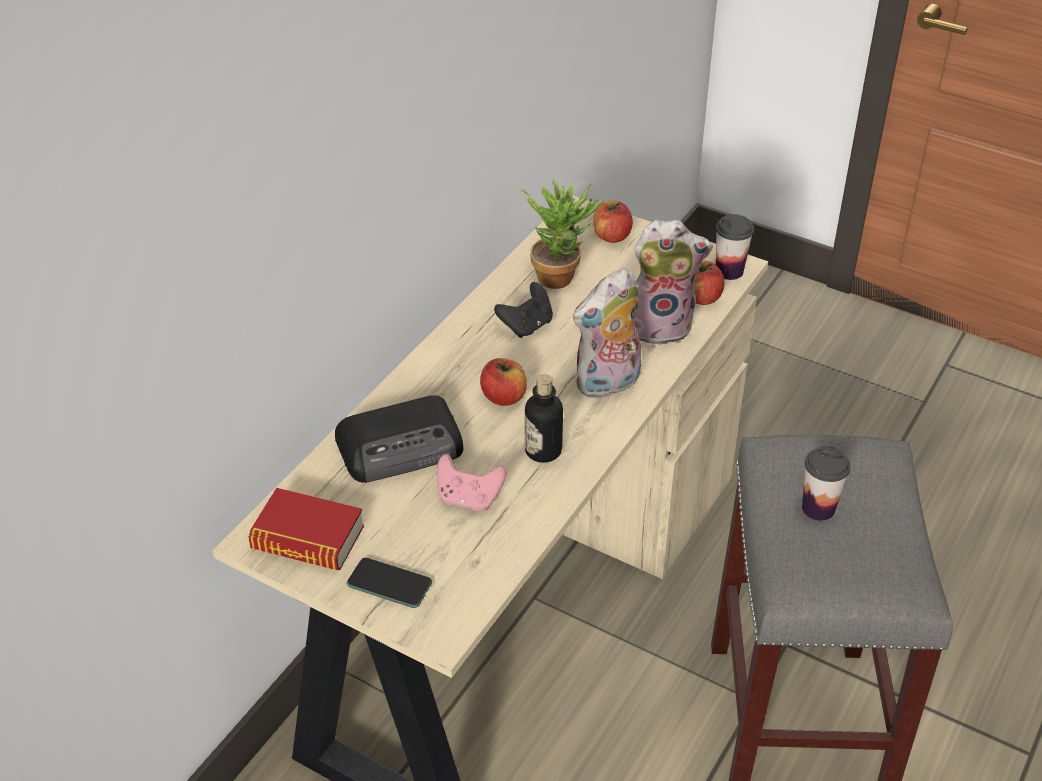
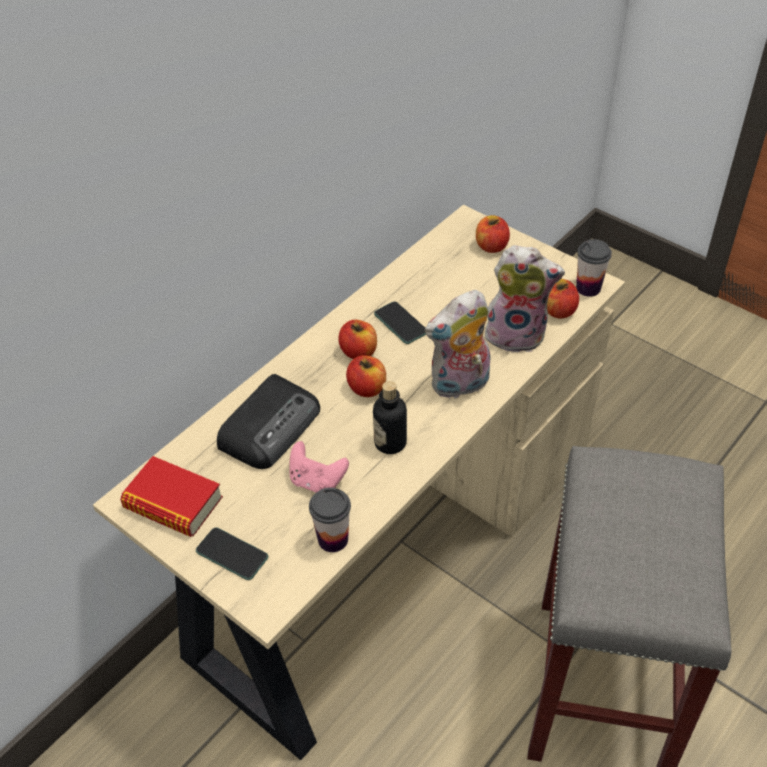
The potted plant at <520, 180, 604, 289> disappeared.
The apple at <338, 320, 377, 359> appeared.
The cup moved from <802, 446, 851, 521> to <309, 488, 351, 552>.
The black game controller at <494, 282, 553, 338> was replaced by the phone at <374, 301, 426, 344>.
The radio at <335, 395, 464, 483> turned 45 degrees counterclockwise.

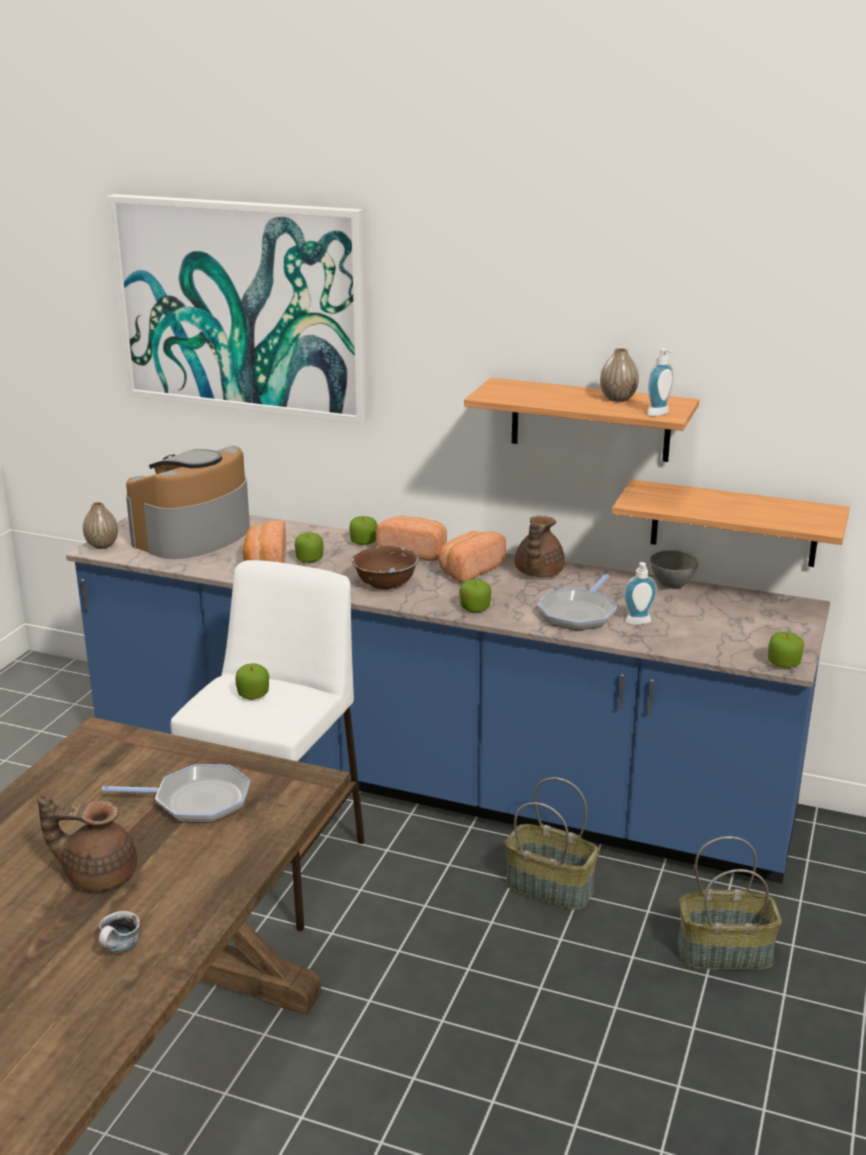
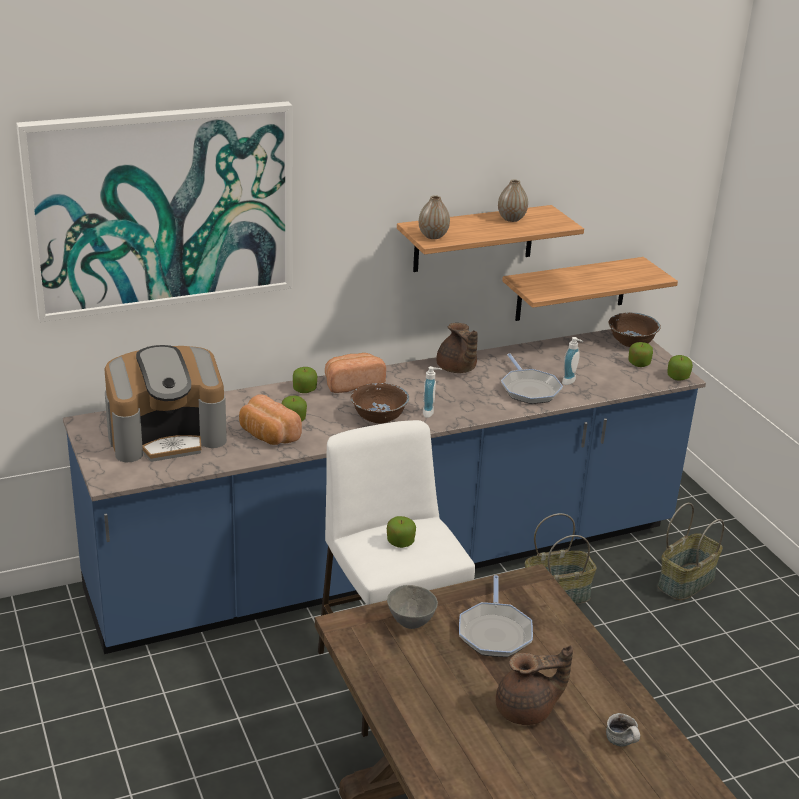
The bread at <439, 531, 506, 582> disappeared.
The brown bowl at <608, 312, 661, 347> appeared.
The vase moved from <83, 502, 118, 549> to <419, 195, 450, 239>.
The apple moved from <459, 579, 491, 613> to <629, 342, 653, 367>.
The soap dispenser moved from <647, 348, 674, 417> to <423, 366, 442, 418>.
The grey bowl moved from <650, 550, 698, 589> to <387, 585, 438, 629>.
The brown teapot at <37, 794, 137, 891> turned 150 degrees counterclockwise.
The frying pan at <102, 764, 250, 823> turned 135 degrees clockwise.
The coffee machine at <126, 446, 250, 559> turned 105 degrees counterclockwise.

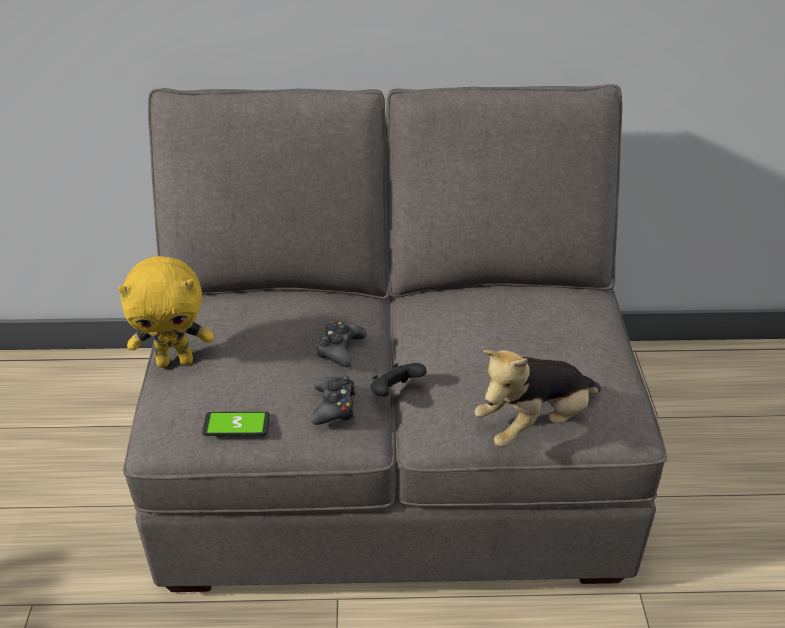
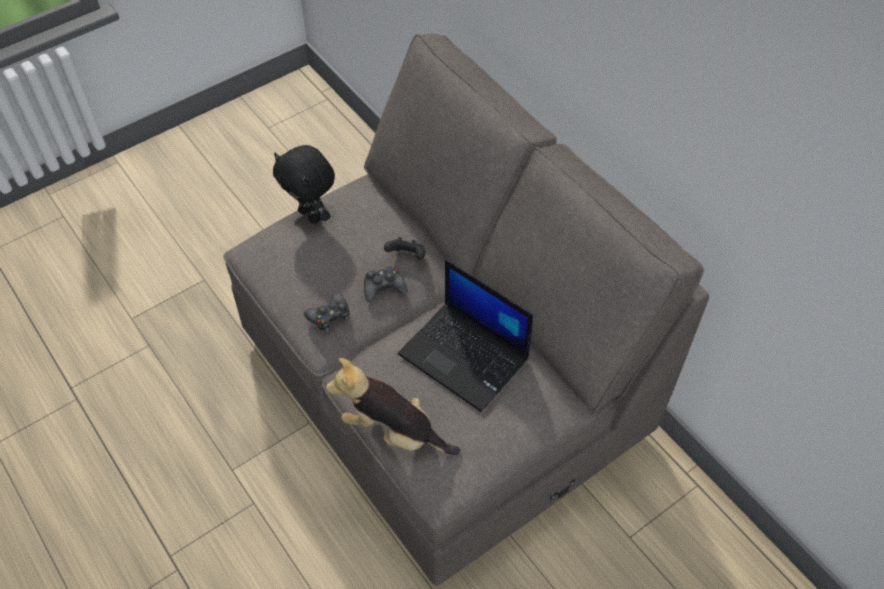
The phone at <202, 412, 270, 436> disappeared.
The laptop at <398, 260, 534, 412> appeared.
The black game controller moved from <370, 363, 427, 397> to <384, 237, 426, 260>.
The yellow plush toy at <118, 256, 214, 368> became the black plush toy at <273, 145, 335, 224>.

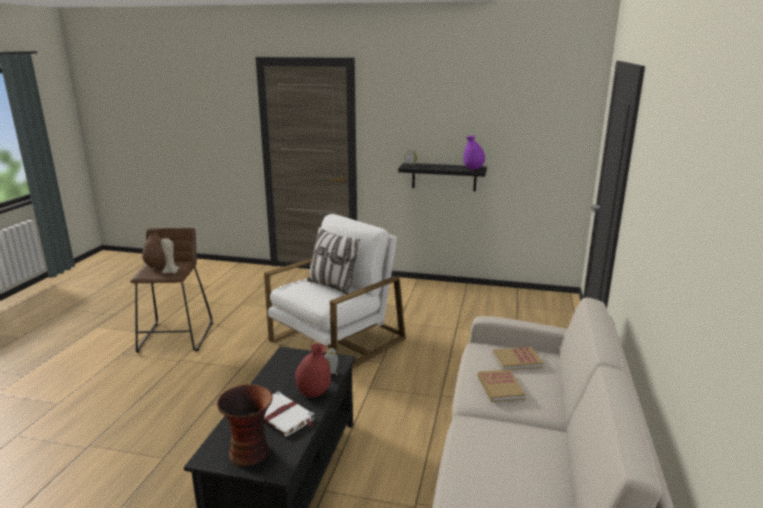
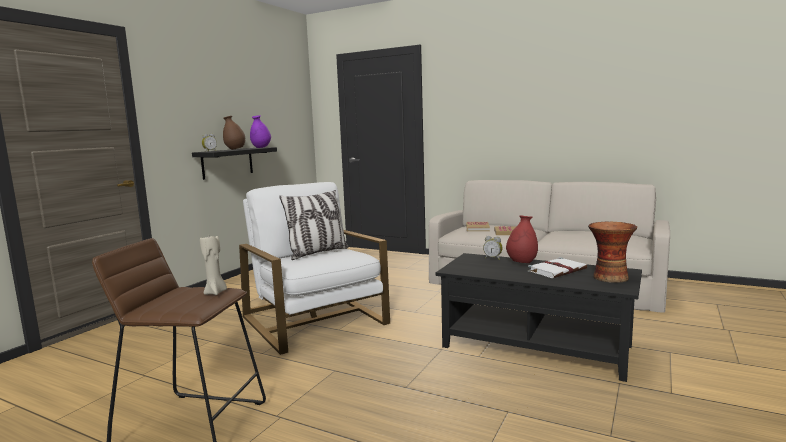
The brown vase moved from <142, 229, 166, 268> to <223, 116, 245, 150>.

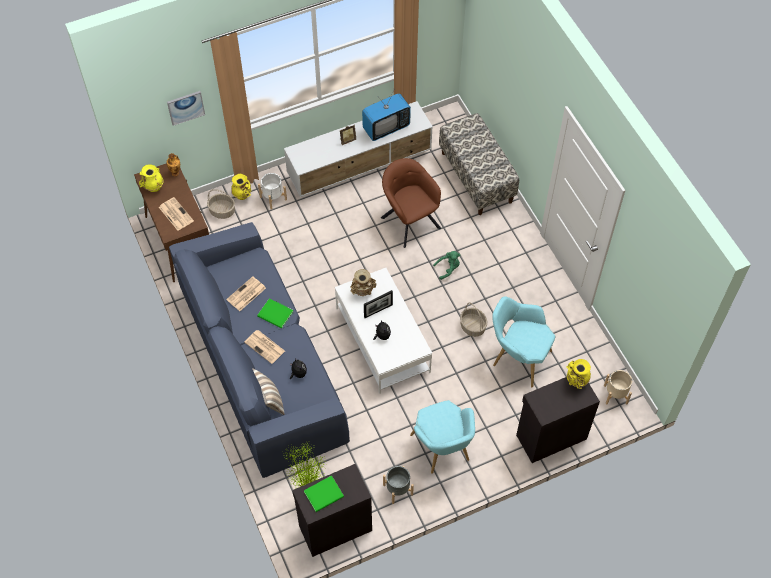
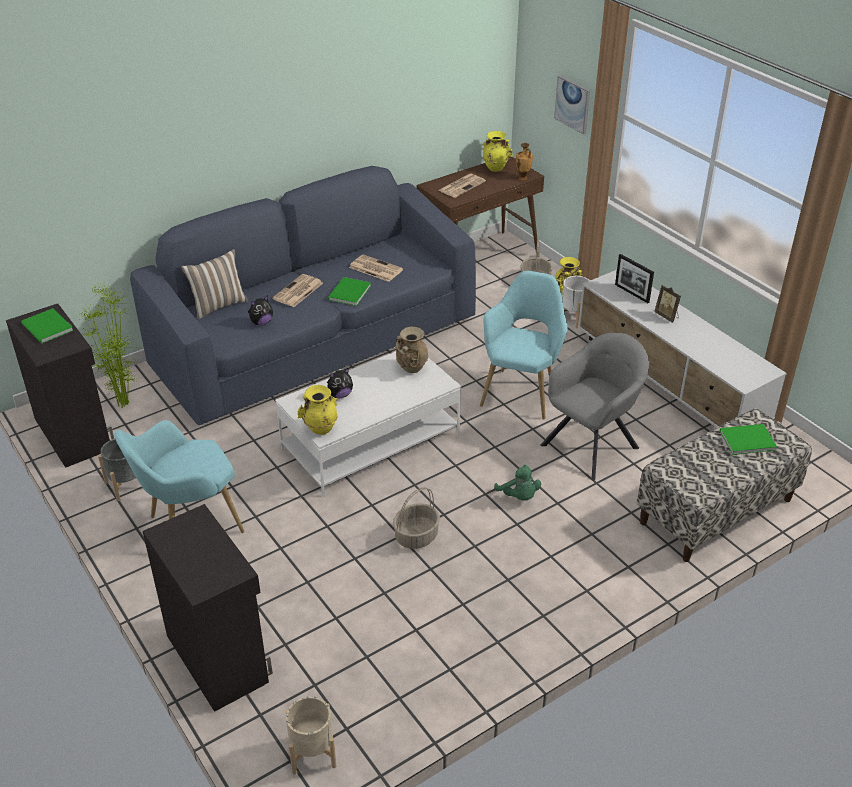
The television at <362, 91, 411, 141> disappeared.
The green book at <720, 424, 777, 455> appeared.
The picture frame moved from <364, 290, 393, 318> to <615, 254, 654, 303>.
The turquoise armchair moved from <492, 296, 555, 387> to <480, 271, 568, 420>.
The yellow vase moved from <566, 359, 591, 389> to <298, 385, 338, 435>.
The brown armchair at <381, 158, 441, 248> became the grey armchair at <540, 333, 649, 480>.

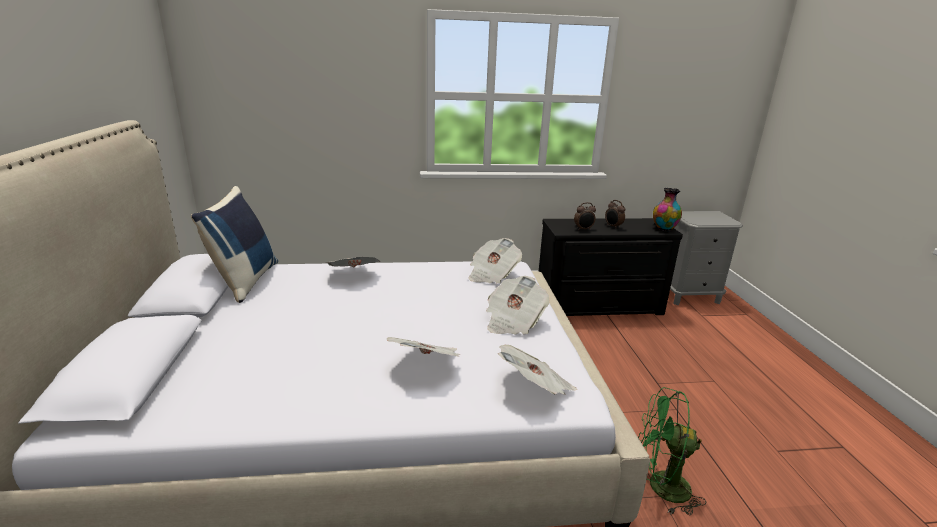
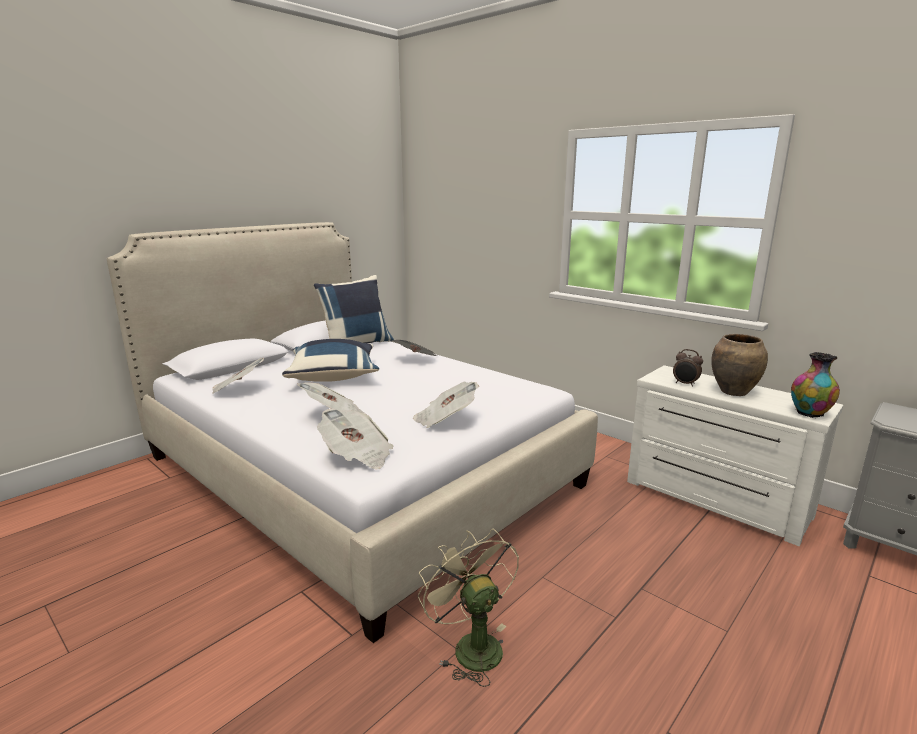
The blue pillow at <282, 339, 379, 382> appeared.
The newspaper moved from <469, 238, 522, 283> to <212, 358, 264, 393>.
The alarm clock at <605, 200, 625, 229> was replaced by the brown vase at <711, 334, 768, 396>.
The black dresser at <539, 218, 683, 316> became the white dresser at <627, 365, 843, 546>.
The green fan at <638, 387, 706, 516> became the beige fan at <418, 529, 519, 687>.

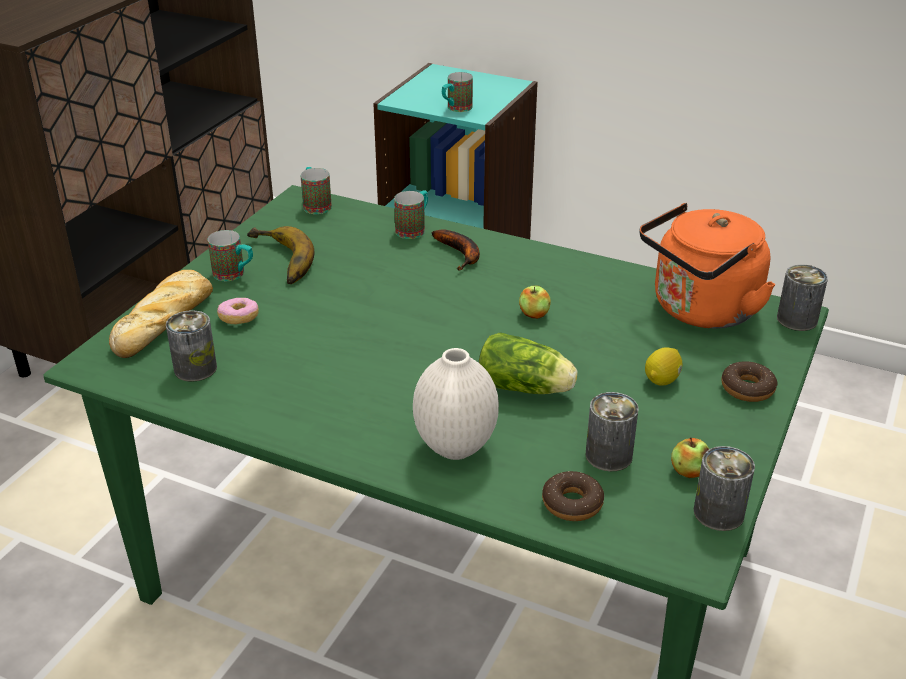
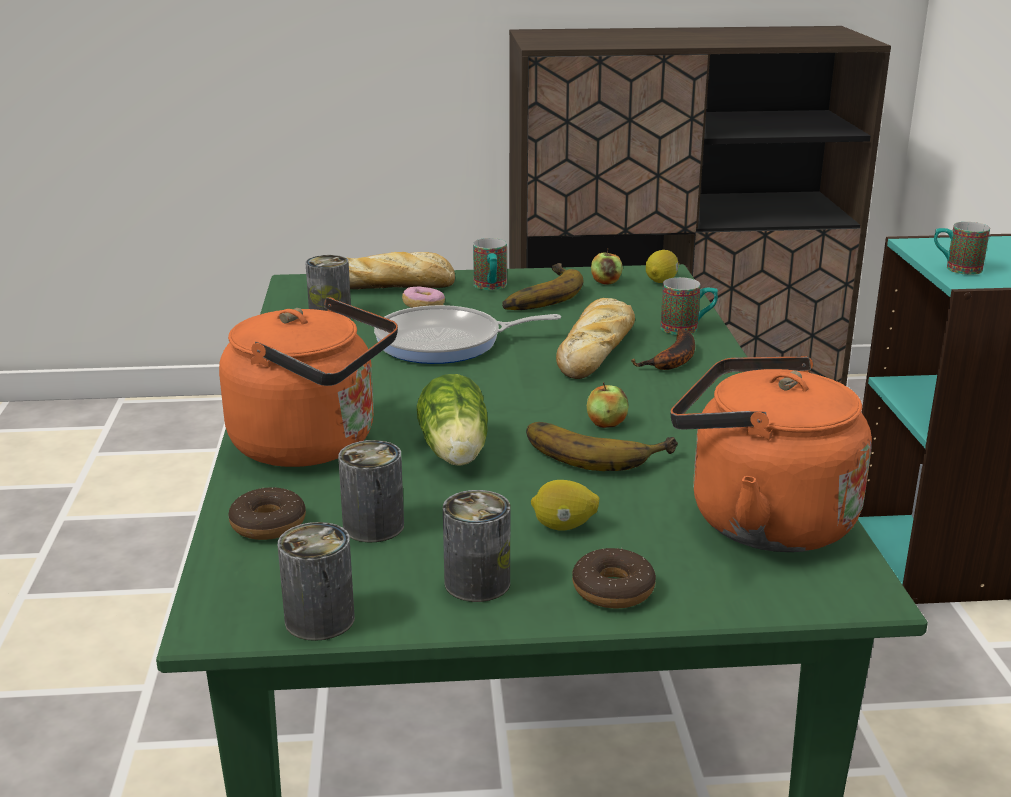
The frying pan at <374, 305, 561, 364> appeared.
The banana at <526, 422, 678, 471> appeared.
The bread at <556, 298, 635, 379> appeared.
The apple moved from <671, 437, 709, 478> to <591, 248, 623, 285>.
The can moved from <777, 265, 828, 331> to <443, 490, 510, 602>.
The mug at <300, 167, 332, 214> was replaced by the lemon at <646, 250, 679, 283>.
The white vase at <413, 348, 499, 460> was replaced by the orange kettle at <219, 297, 398, 467>.

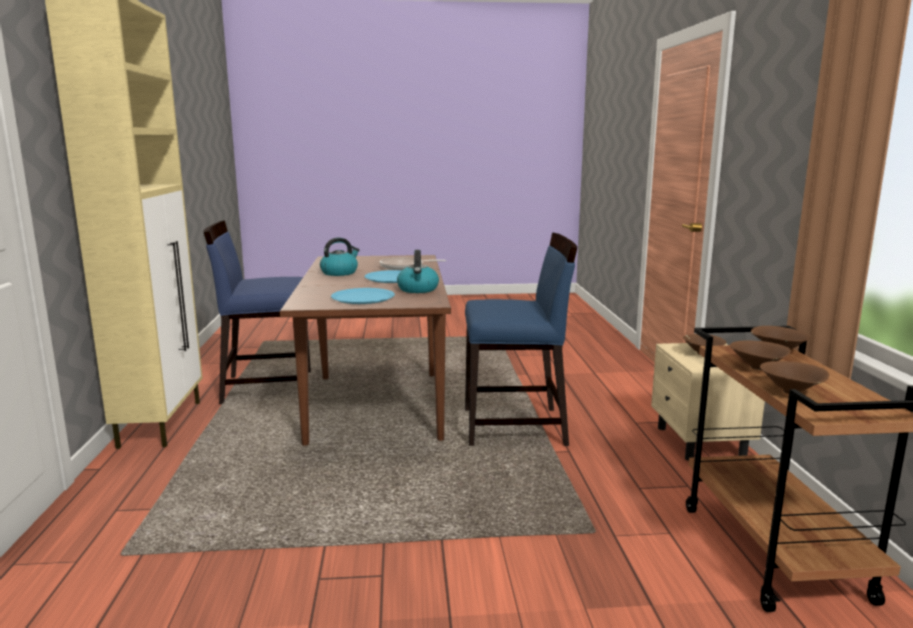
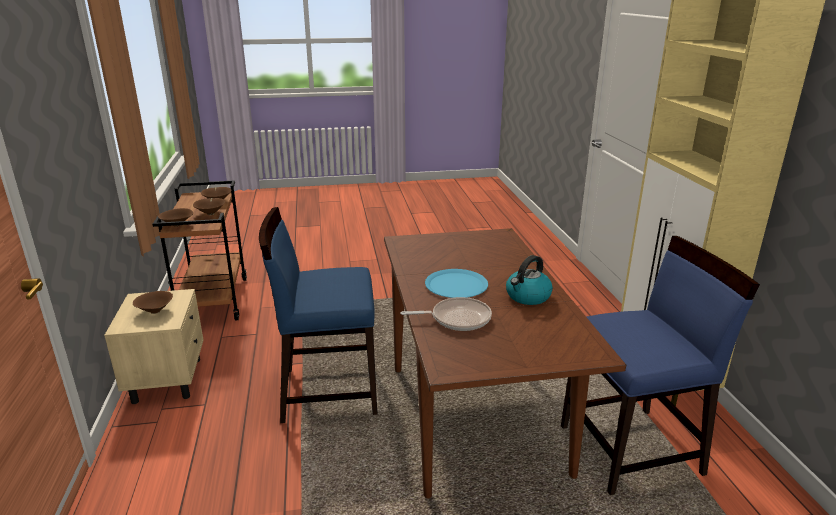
The blue plate at <331, 288, 395, 304> disappeared.
The kettle at <397, 250, 439, 293> disappeared.

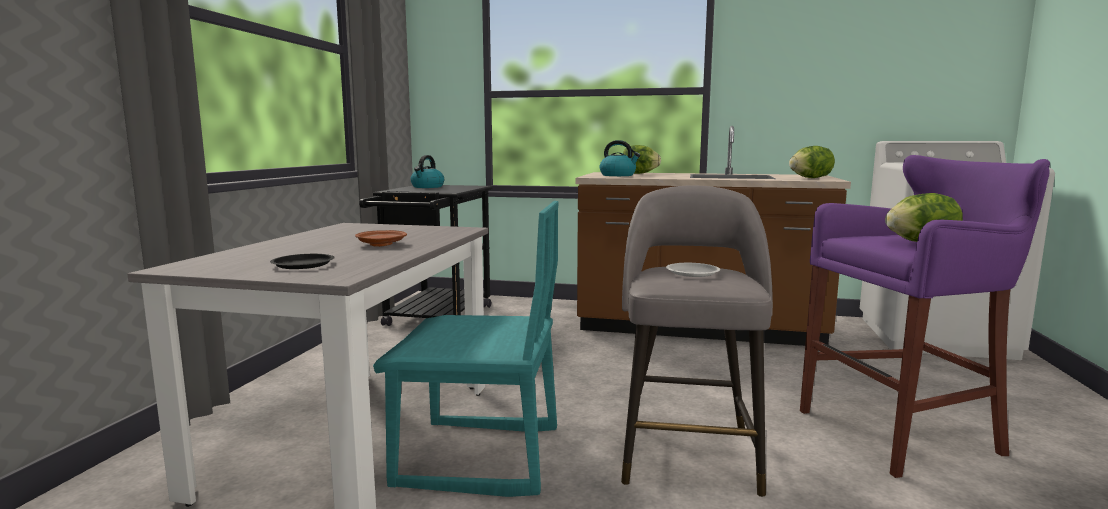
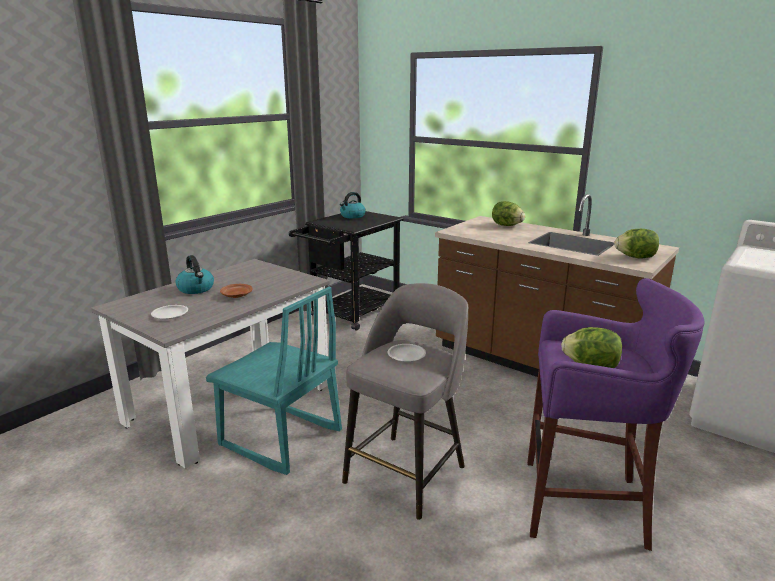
The kettle moved from <600, 140, 641, 176> to <176, 255, 214, 294>.
The black plate at <270, 254, 335, 269> became the white plate at <151, 305, 188, 320>.

